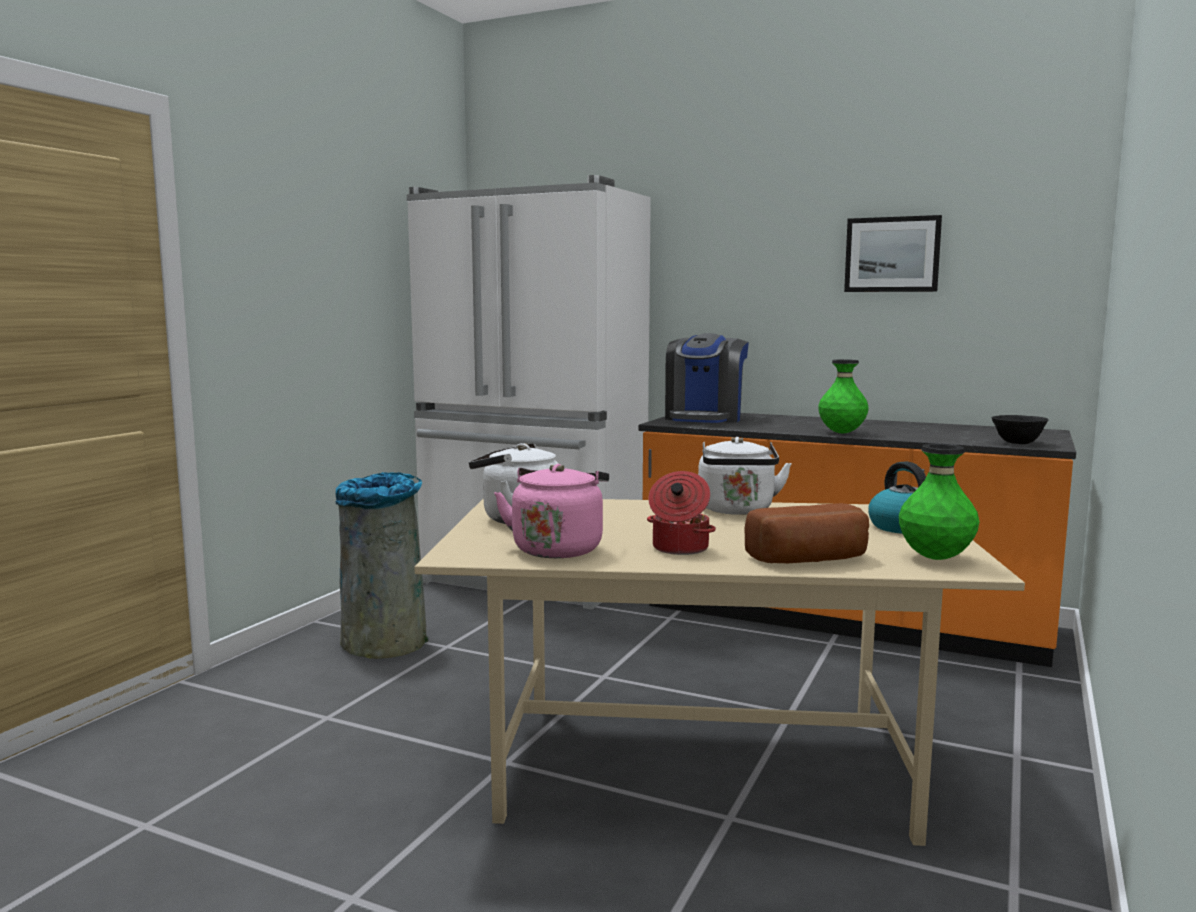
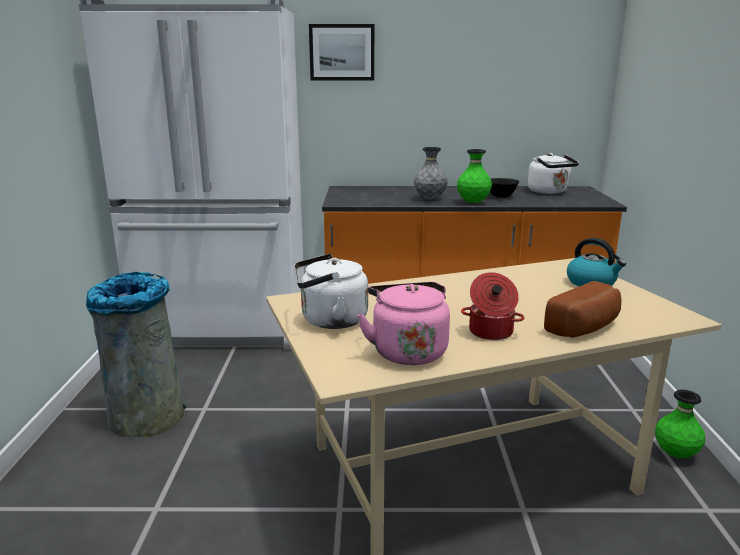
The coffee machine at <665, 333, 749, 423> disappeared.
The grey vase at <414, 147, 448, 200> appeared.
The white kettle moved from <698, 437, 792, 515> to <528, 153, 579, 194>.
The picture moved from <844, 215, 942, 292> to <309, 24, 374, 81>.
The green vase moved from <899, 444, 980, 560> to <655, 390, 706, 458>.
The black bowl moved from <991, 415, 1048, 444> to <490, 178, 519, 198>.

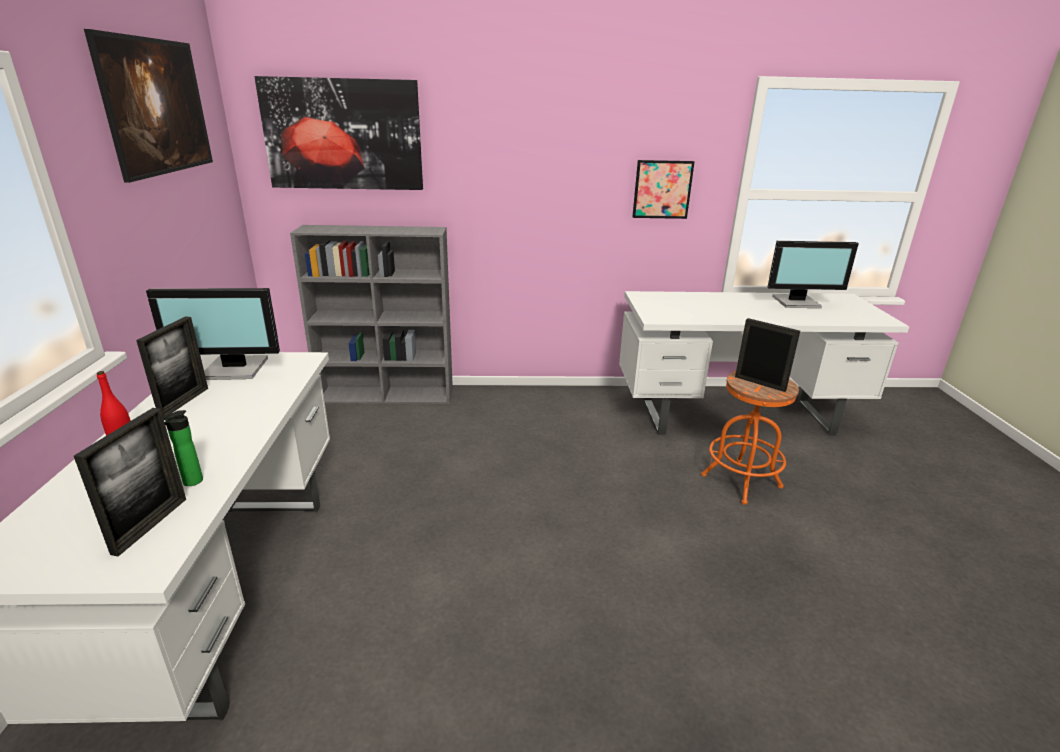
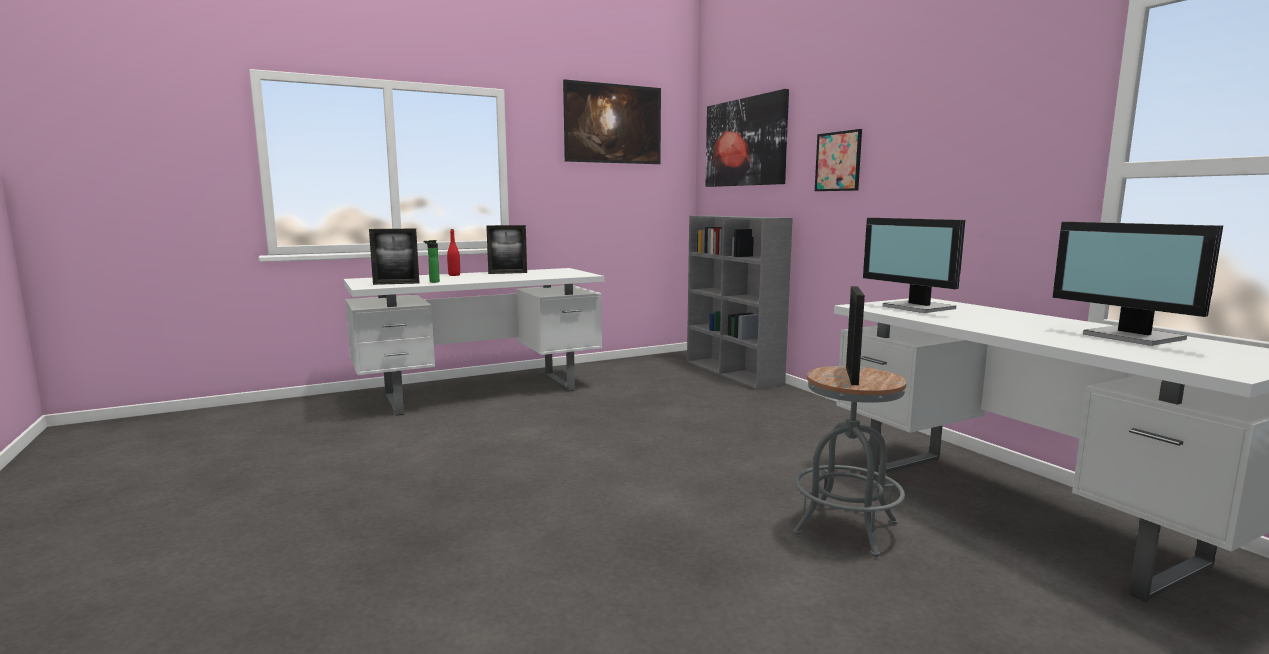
The monitor moved from <146, 288, 280, 380> to <863, 218, 965, 313>.
The picture moved from <632, 160, 695, 219> to <815, 129, 862, 191>.
The orange stool at <701, 371, 799, 505> became the grey stool at <793, 366, 907, 558>.

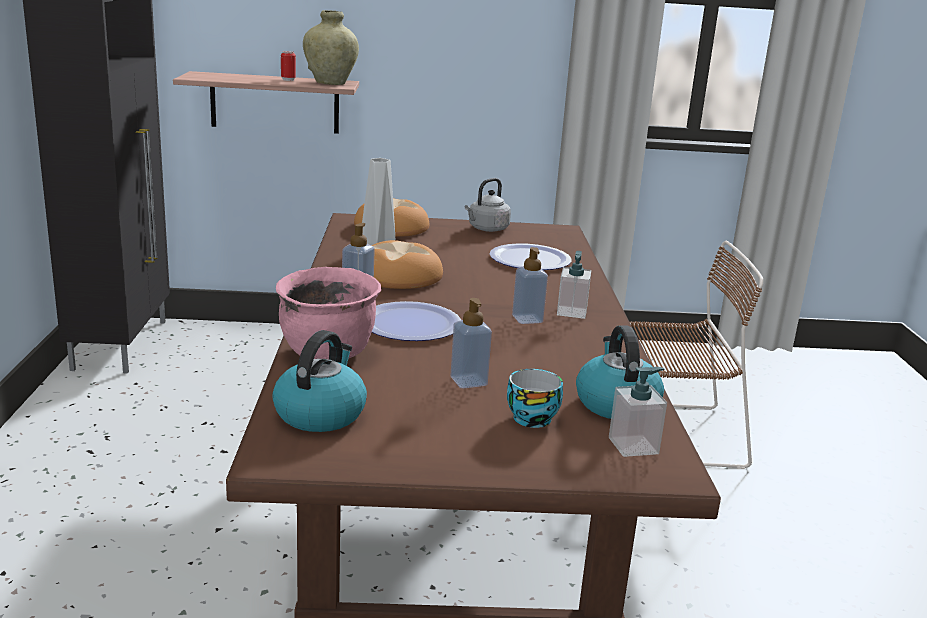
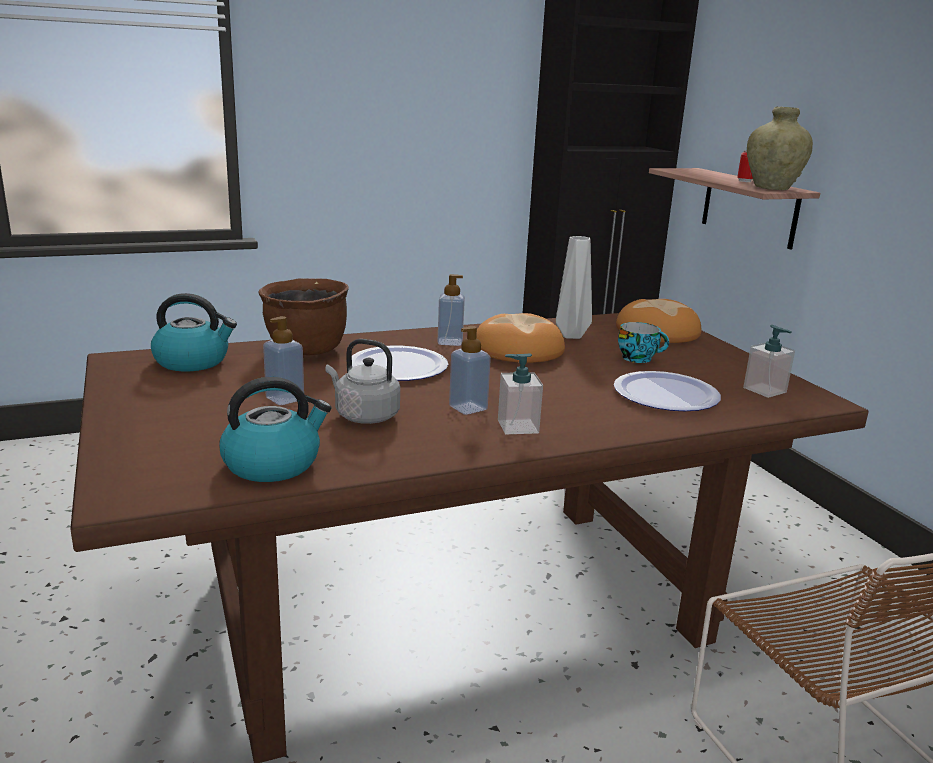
The grey kettle moved from <465, 178, 511, 232> to <325, 339, 400, 424>.
The cup moved from <507, 369, 563, 428> to <618, 322, 669, 363>.
The soap dispenser moved from <609, 367, 667, 457> to <743, 325, 795, 398>.
The pink cooking pot at <276, 267, 381, 359> became the brown cooking pot at <258, 278, 349, 355>.

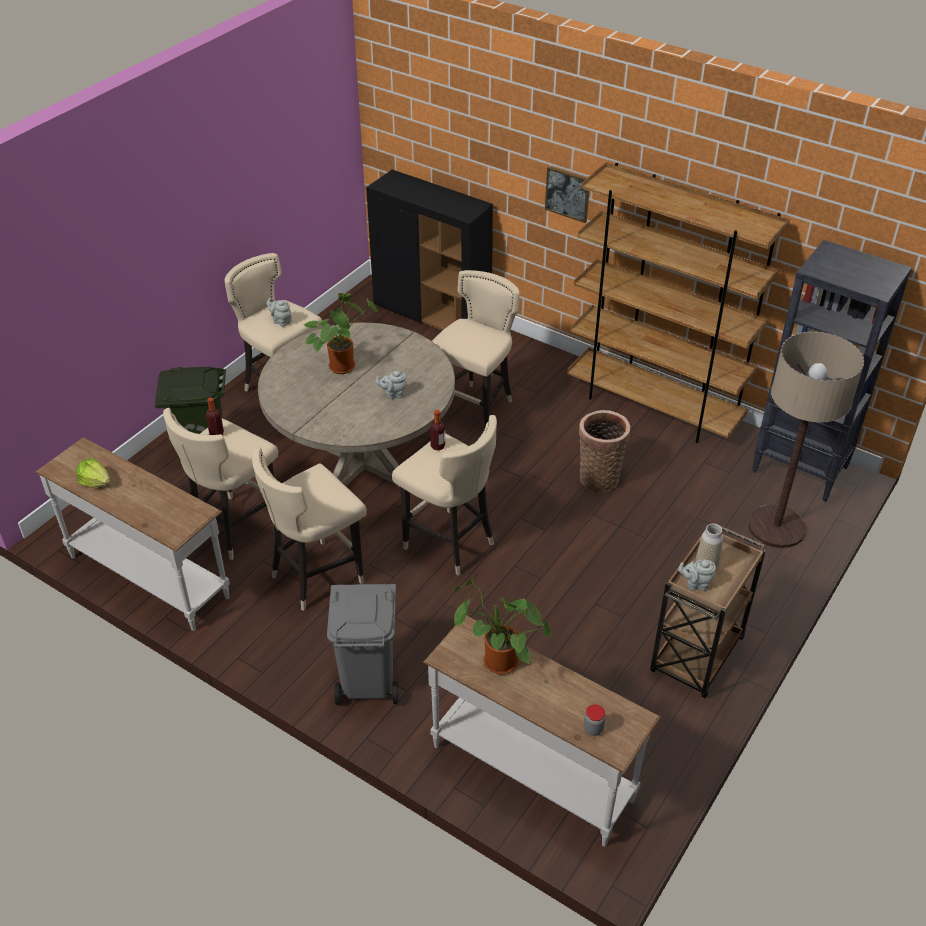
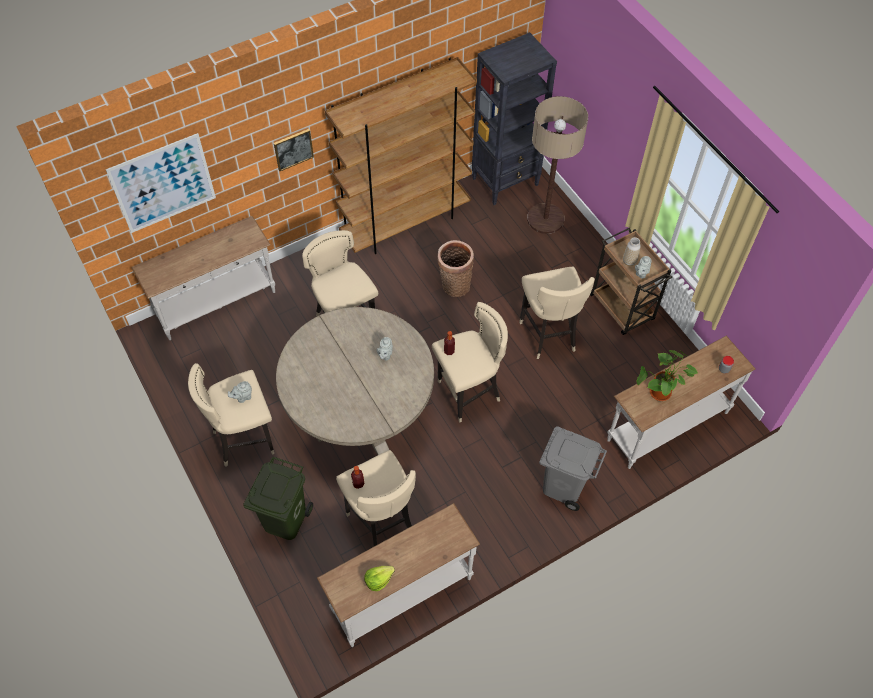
The potted plant at <303, 293, 378, 374> disappeared.
The picture at <106, 133, 216, 233> appeared.
The beige stool moved from <252, 447, 367, 611> to <519, 267, 595, 359>.
The black cabinet at <366, 170, 493, 331> was replaced by the white console table at <132, 216, 275, 340>.

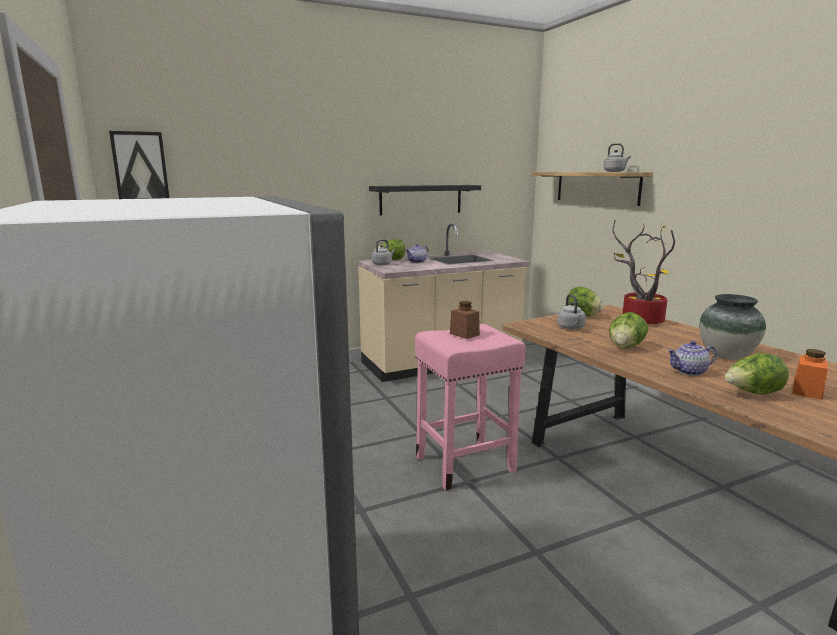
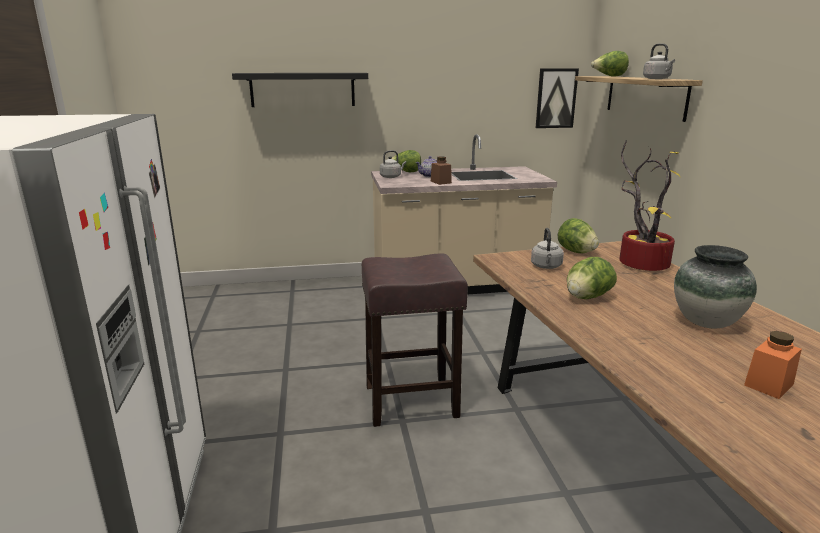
The teapot at <667, 341, 717, 376> disappeared.
The picture moved from <109, 131, 169, 199> to <536, 68, 579, 128>.
The black shelf moved from <369, 185, 481, 215> to <232, 73, 368, 107>.
The brown jar moved from <450, 301, 480, 339> to <431, 156, 452, 185>.
The lettuce moved from <725, 353, 789, 394> to <591, 51, 629, 77>.
The pink stool at <415, 324, 526, 491> became the brown stool at <362, 254, 468, 427>.

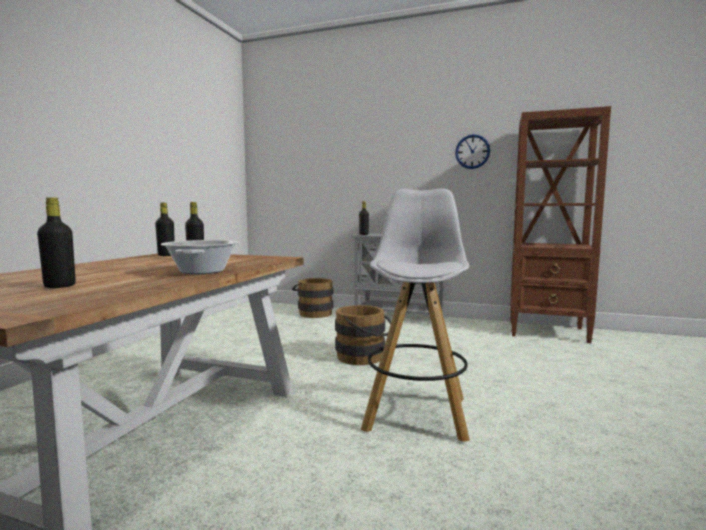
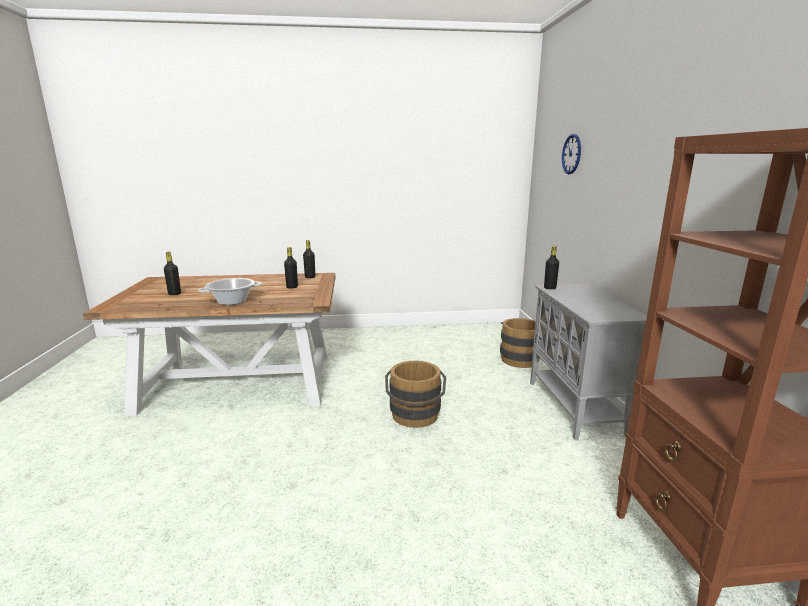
The white stool at <360, 188, 470, 442> disappeared.
The wall clock moved from <455, 134, 490, 169> to <562, 134, 581, 174>.

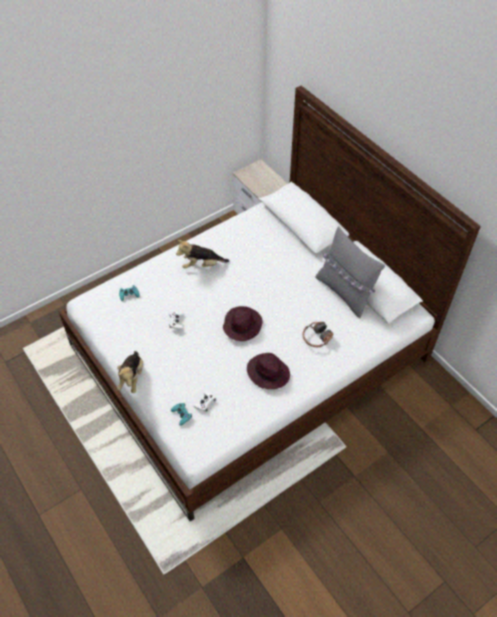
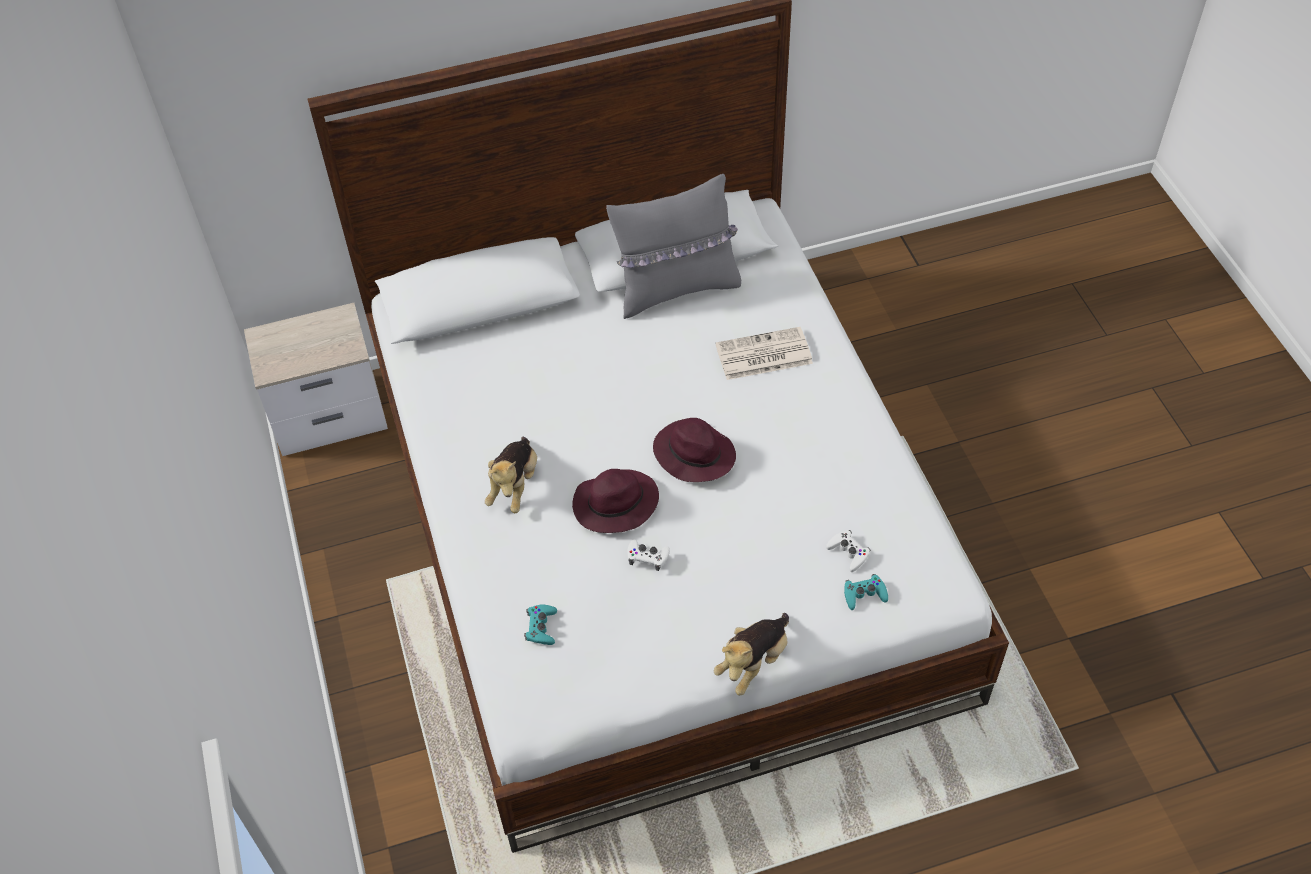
The purple hat moved from <247, 353, 290, 389> to <572, 469, 659, 533>.
The headphones at <302, 322, 333, 347> was replaced by the newspaper at <715, 327, 813, 380>.
The plush toy at <117, 351, 143, 393> turned 105 degrees clockwise.

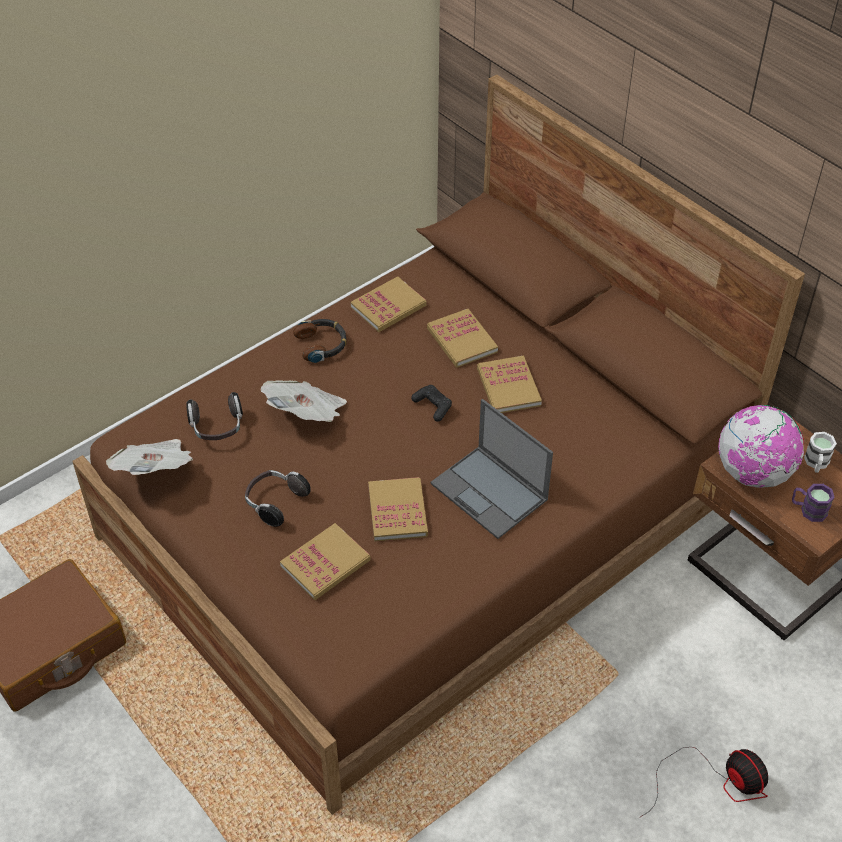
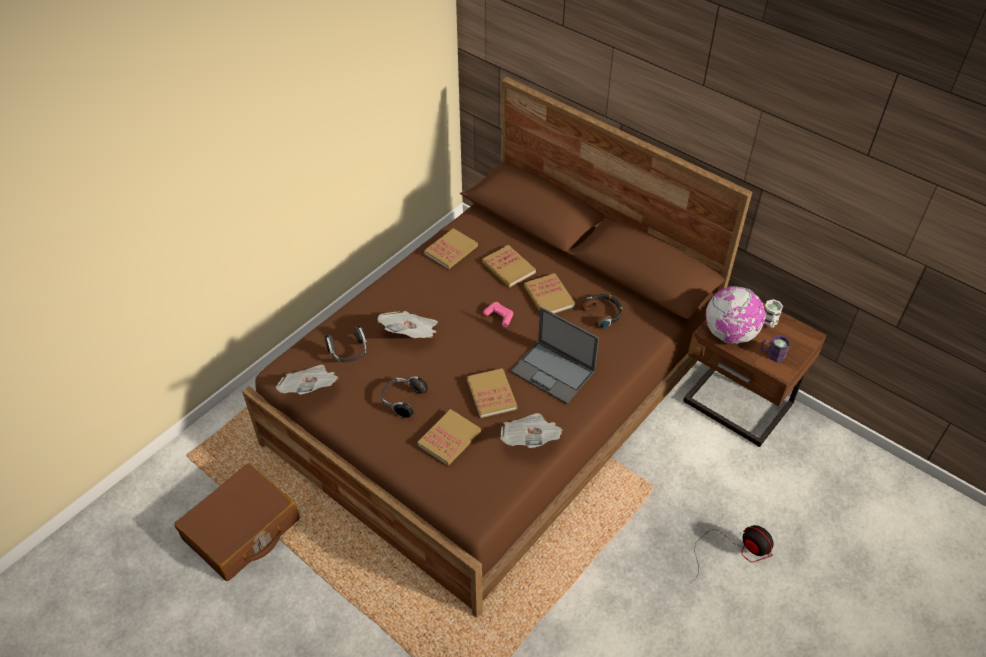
The newspaper at <500, 413, 563, 448> appeared.
The headphones moved from <293, 319, 346, 363> to <581, 294, 623, 328>.
The black game controller at <411, 385, 452, 422> became the pink game controller at <483, 302, 513, 327>.

